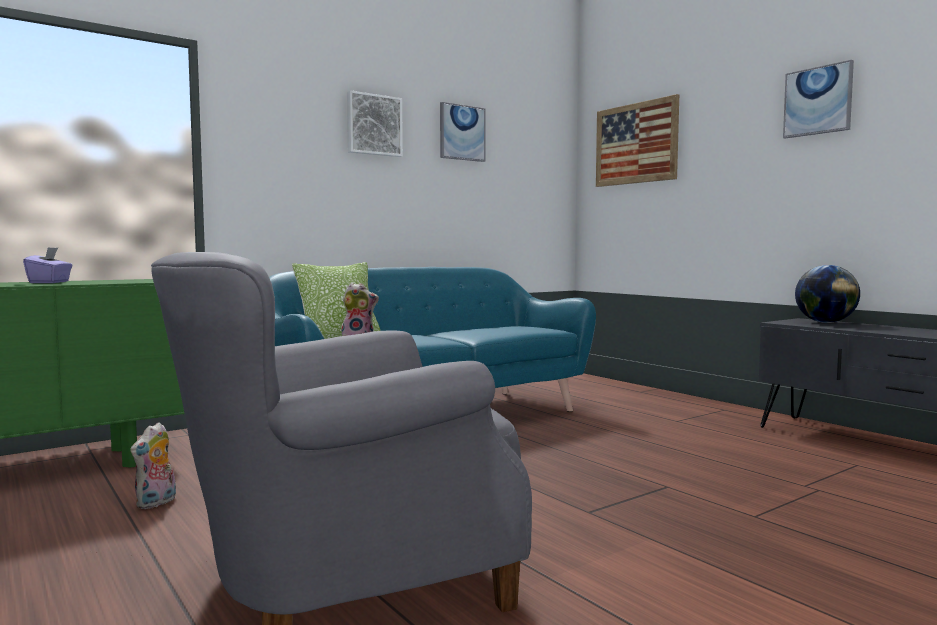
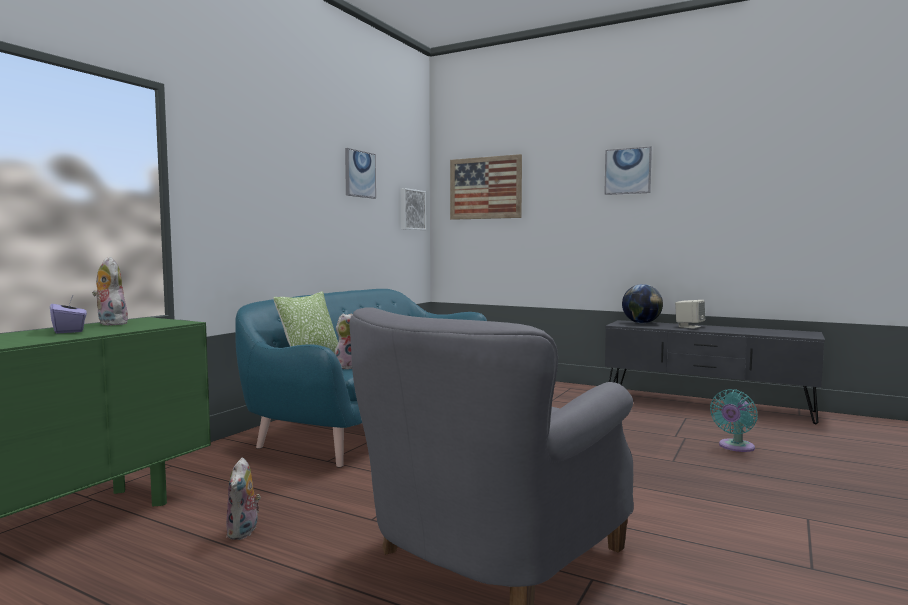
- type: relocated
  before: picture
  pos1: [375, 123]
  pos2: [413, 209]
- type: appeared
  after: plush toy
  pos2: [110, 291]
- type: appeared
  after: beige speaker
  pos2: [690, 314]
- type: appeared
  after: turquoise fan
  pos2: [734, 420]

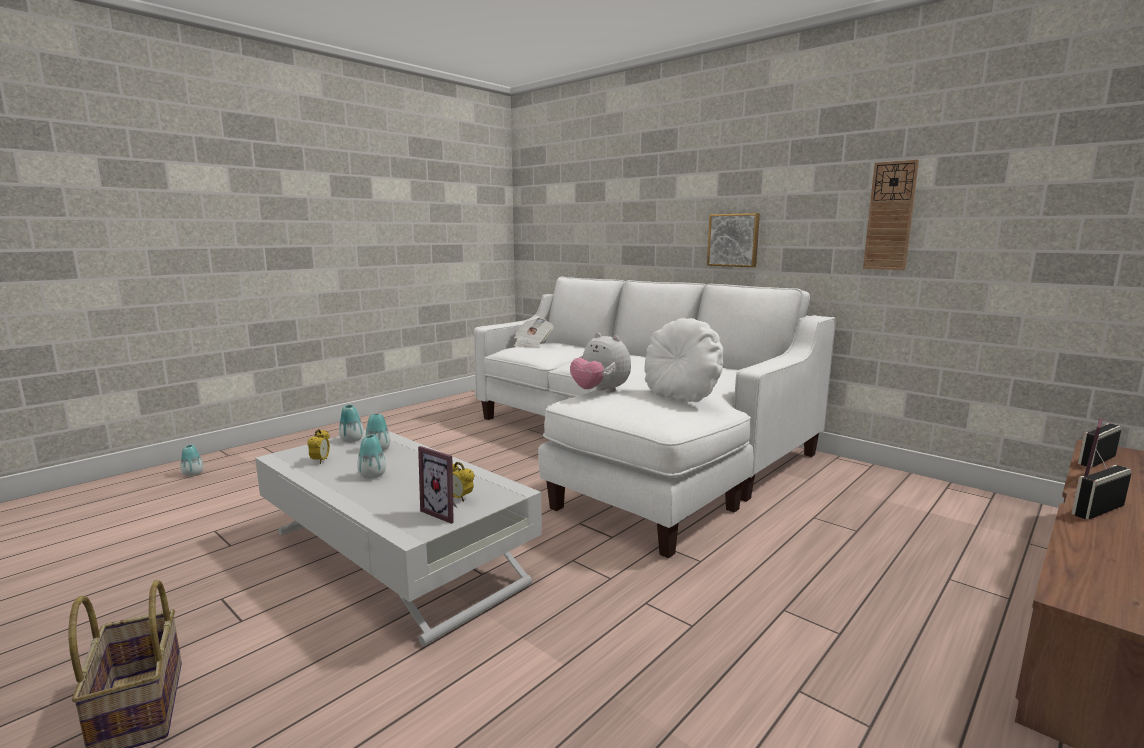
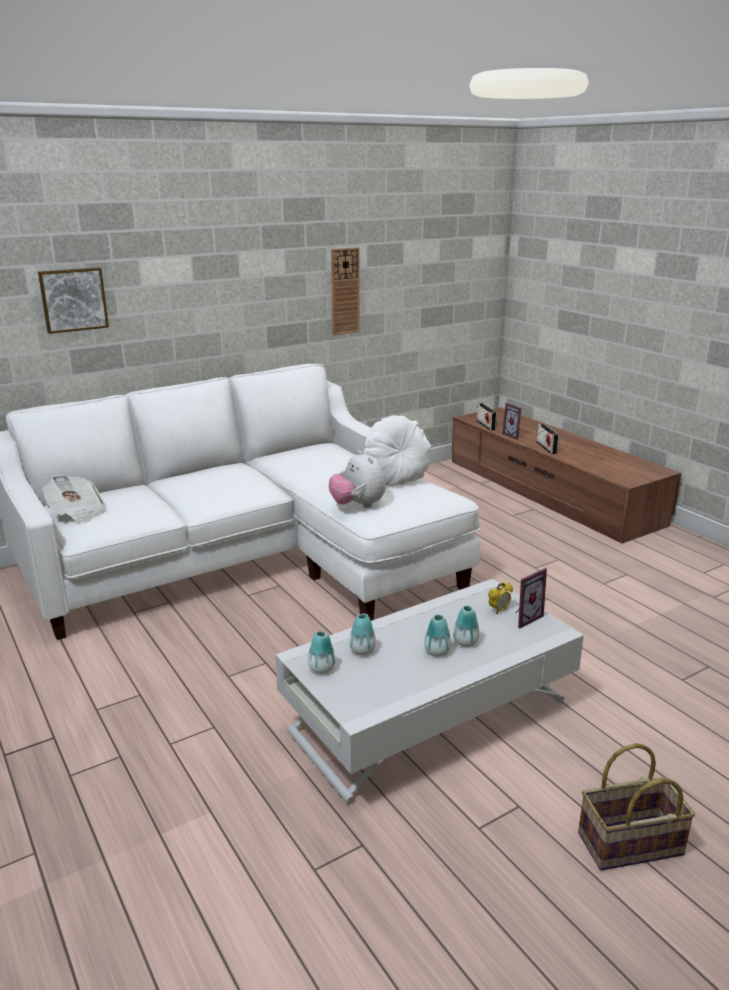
- type: relocated
  before: picture
  pos1: [733, 240]
  pos2: [73, 300]
- type: spun
  before: plush toy
  pos1: [600, 362]
  pos2: [357, 479]
  turn: 90
- type: missing
  before: alarm clock
  pos1: [318, 446]
- type: relocated
  before: vase
  pos1: [192, 460]
  pos2: [466, 626]

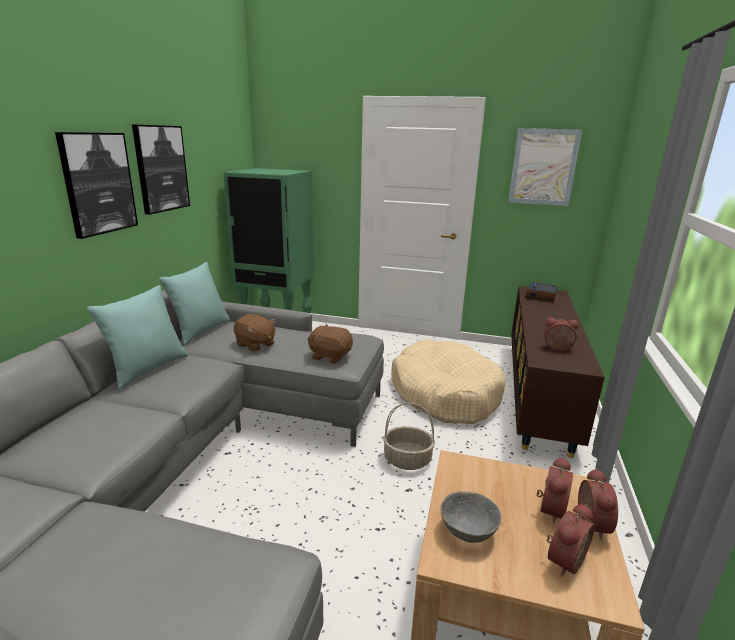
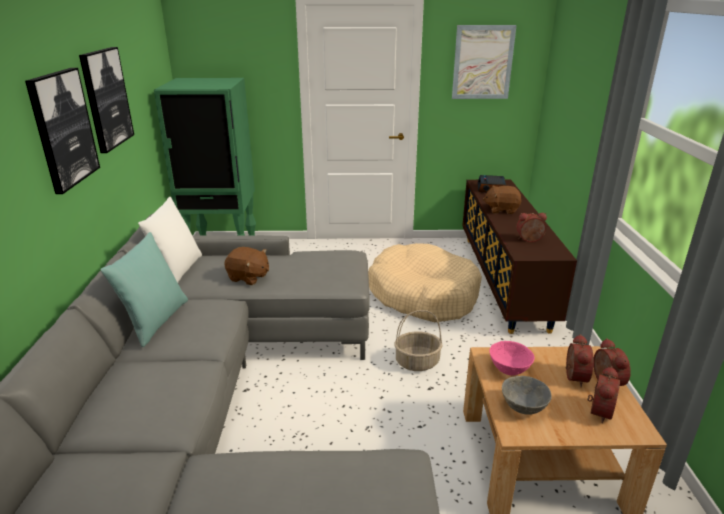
- type: colour
  before: turquoise pillow
  after: white pillow
  pos1: [194, 303]
  pos2: [170, 240]
- type: relocated
  before: brown plush toy
  pos1: [330, 344]
  pos2: [502, 199]
- type: appeared
  after: pink bowl
  pos2: [512, 358]

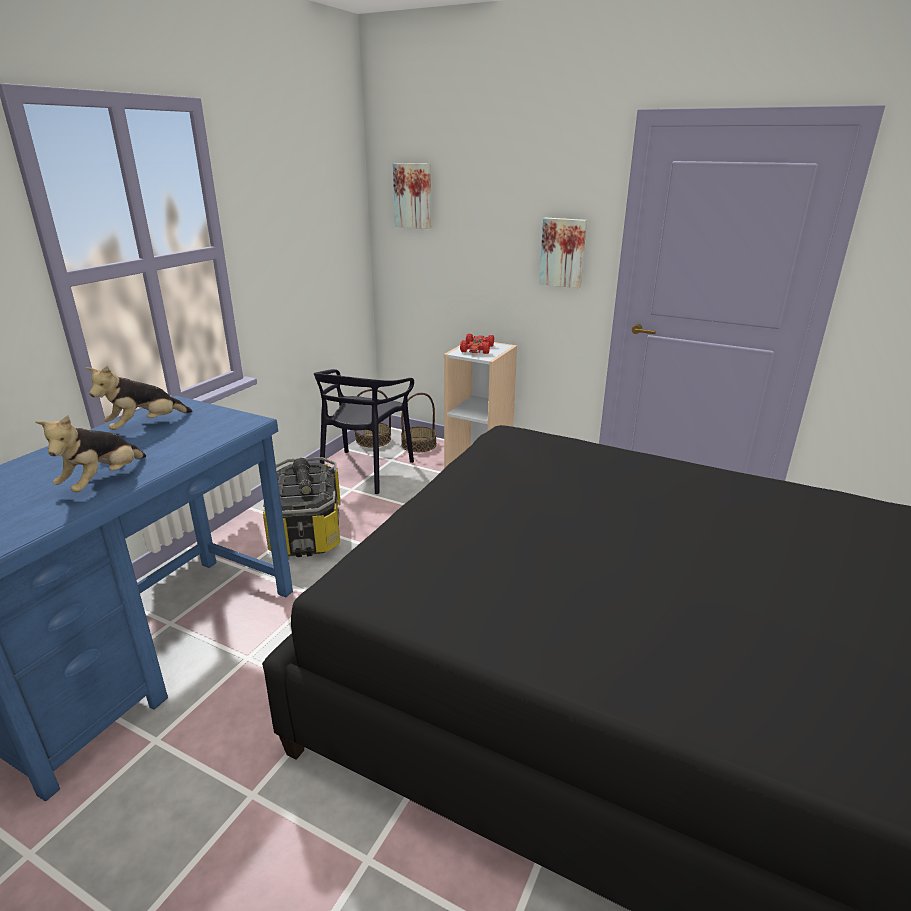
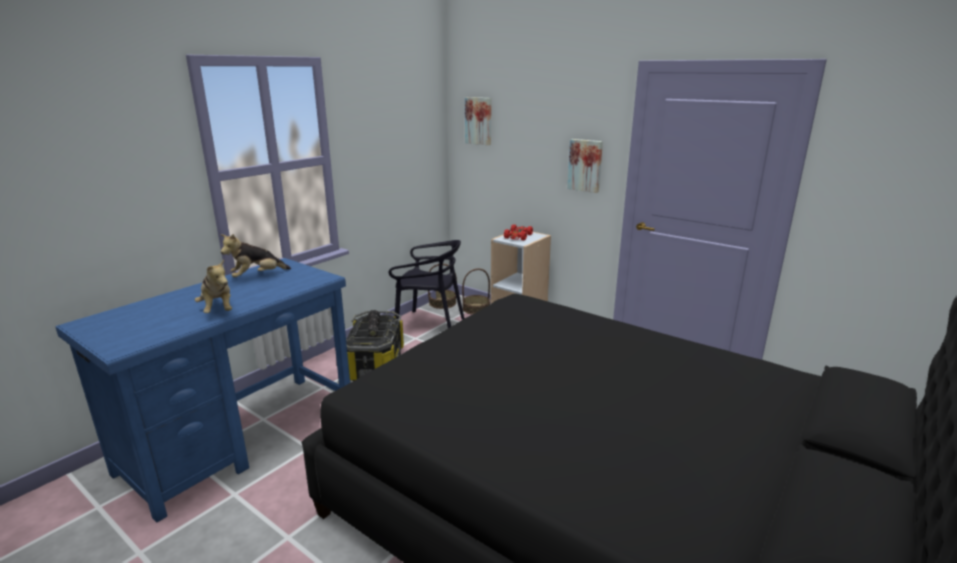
- type: spun
  before: black chair
  pos1: [364, 431]
  pos2: [426, 284]
  turn: -105
- type: spun
  before: plush toy
  pos1: [91, 453]
  pos2: [213, 286]
  turn: -60

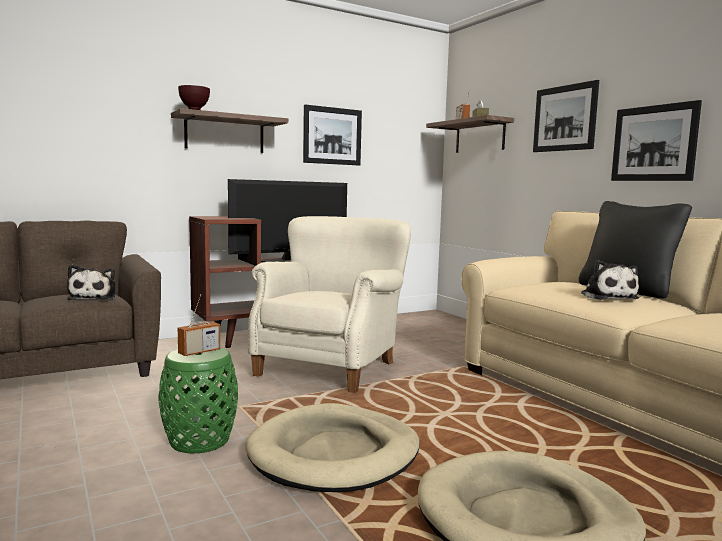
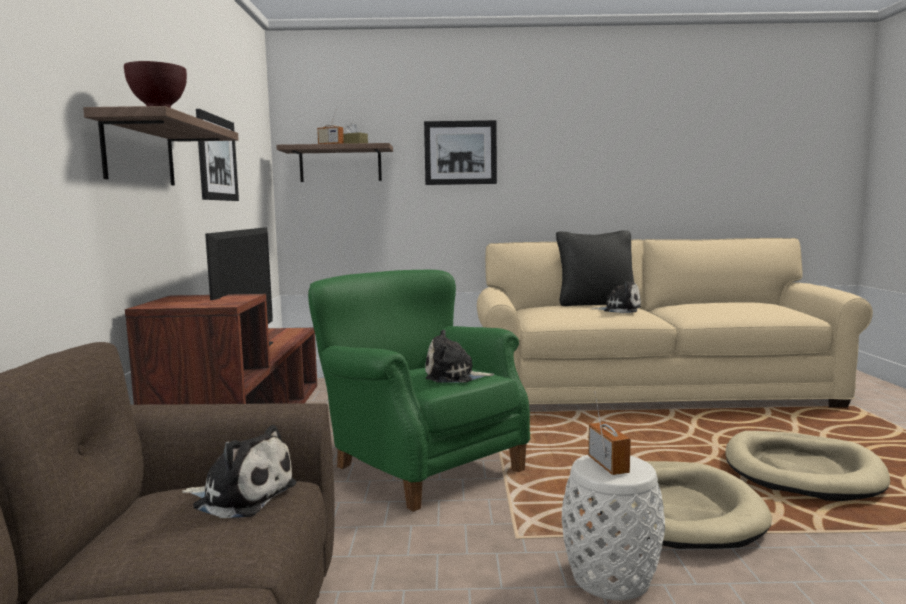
- type: missing
  before: picture
  pos1: [656, 140]
- type: colour
  before: beige armchair
  after: green armchair
  pos1: [329, 304]
  pos2: [419, 391]
- type: colour
  before: green stool
  after: white stool
  pos1: [198, 400]
  pos2: [613, 527]
- type: appeared
  after: plush toy
  pos2: [459, 356]

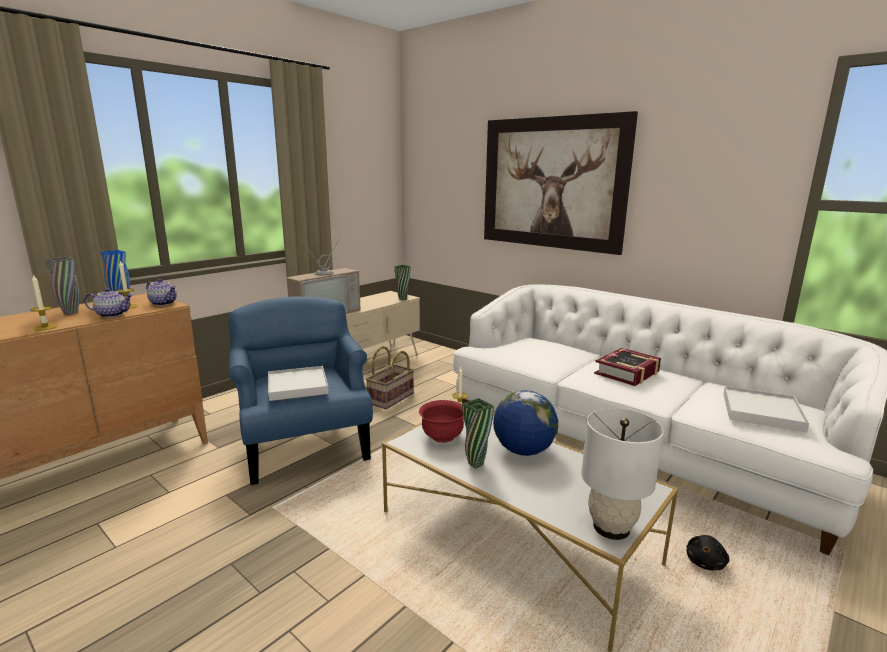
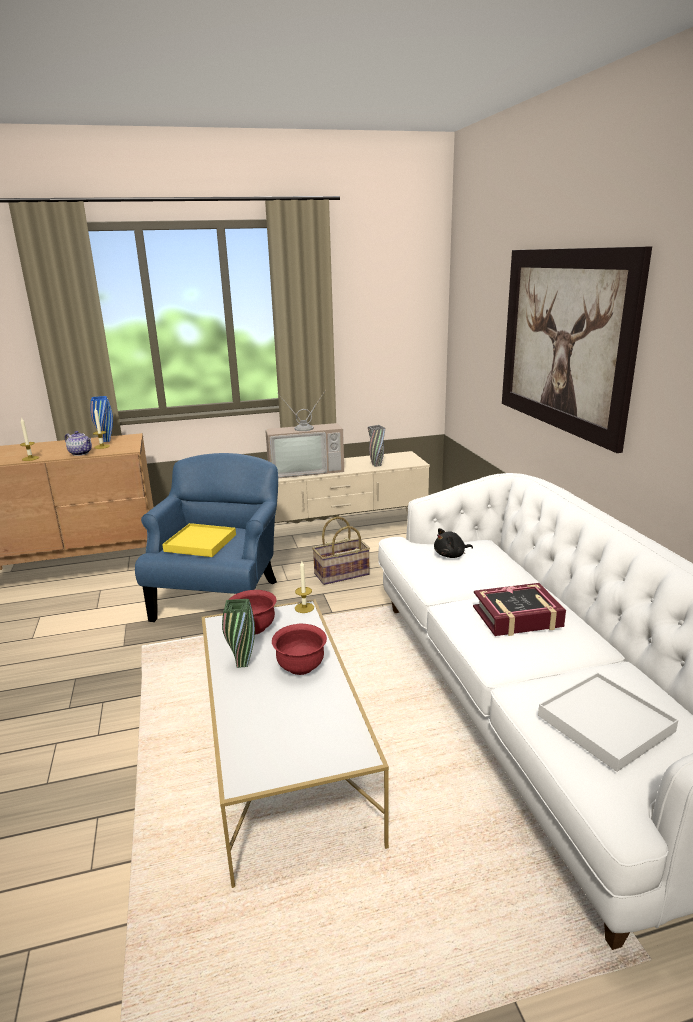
- type: relocated
  before: grey vase
  pos1: [62, 286]
  pos2: [376, 446]
- type: missing
  before: green vase
  pos1: [402, 282]
- type: missing
  before: teapot
  pos1: [161, 292]
- type: colour
  before: white tray
  after: yellow tray
  pos1: [298, 383]
  pos2: [199, 540]
- type: exchanged
  before: globe
  after: red bowl
  pos1: [525, 423]
  pos2: [299, 649]
- type: missing
  before: white table lamp
  pos1: [622, 474]
- type: relocated
  before: black plush toy
  pos1: [707, 552]
  pos2: [453, 543]

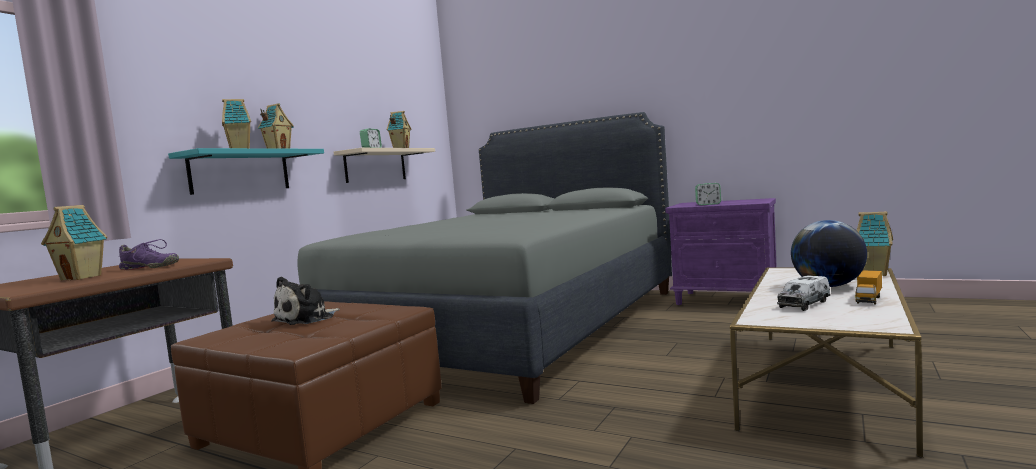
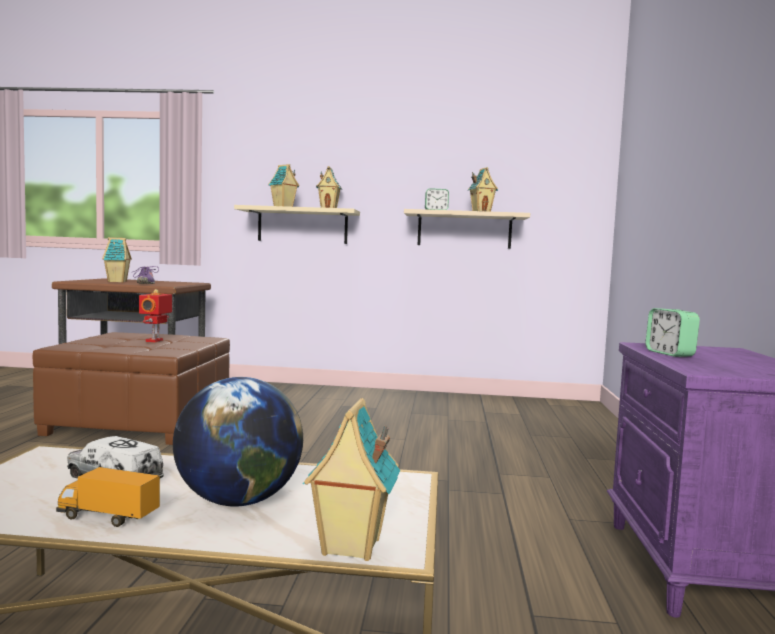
- type: missing
  before: grey bed
  pos1: [484, 258]
- type: colour
  before: turquoise shelf
  after: beige shelf
  pos1: [246, 171]
  pos2: [297, 224]
- type: exchanged
  before: plush toy
  after: toy robot
  pos1: [305, 300]
  pos2: [155, 315]

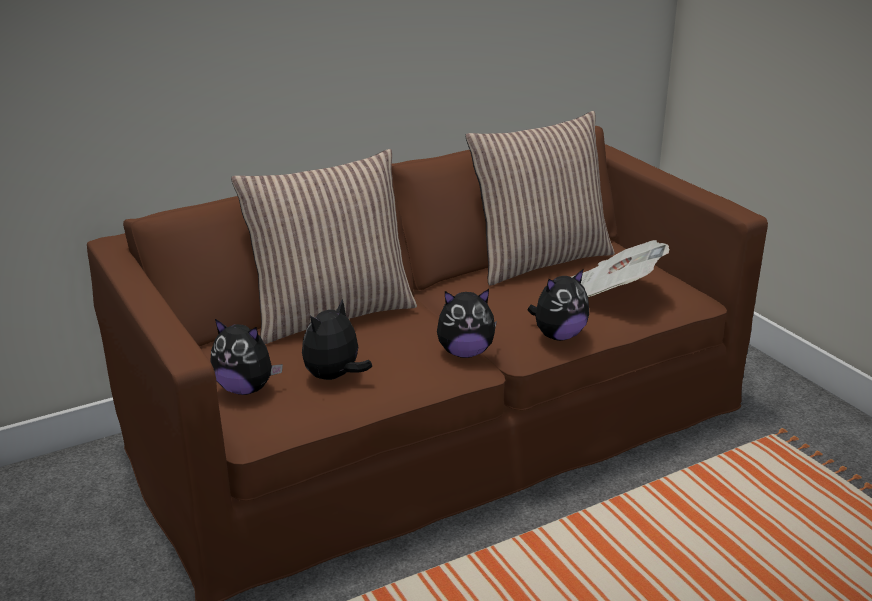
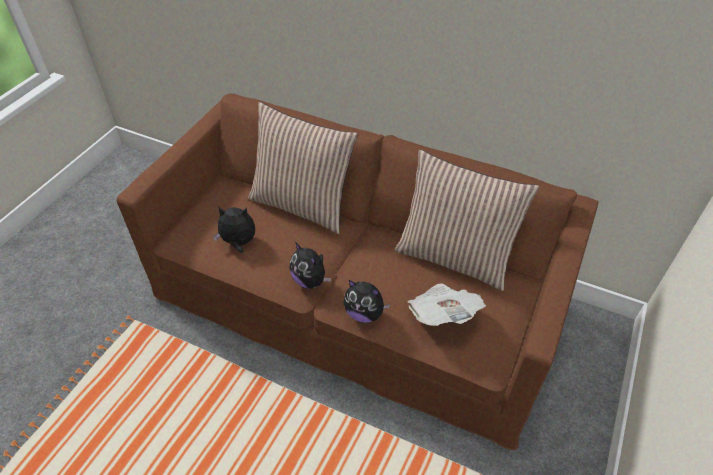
- type: missing
  before: plush toy
  pos1: [246, 357]

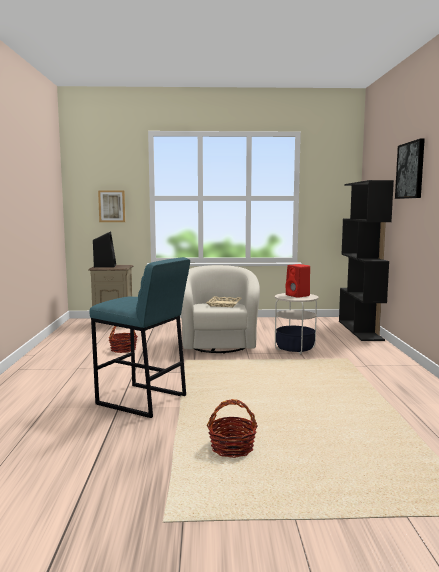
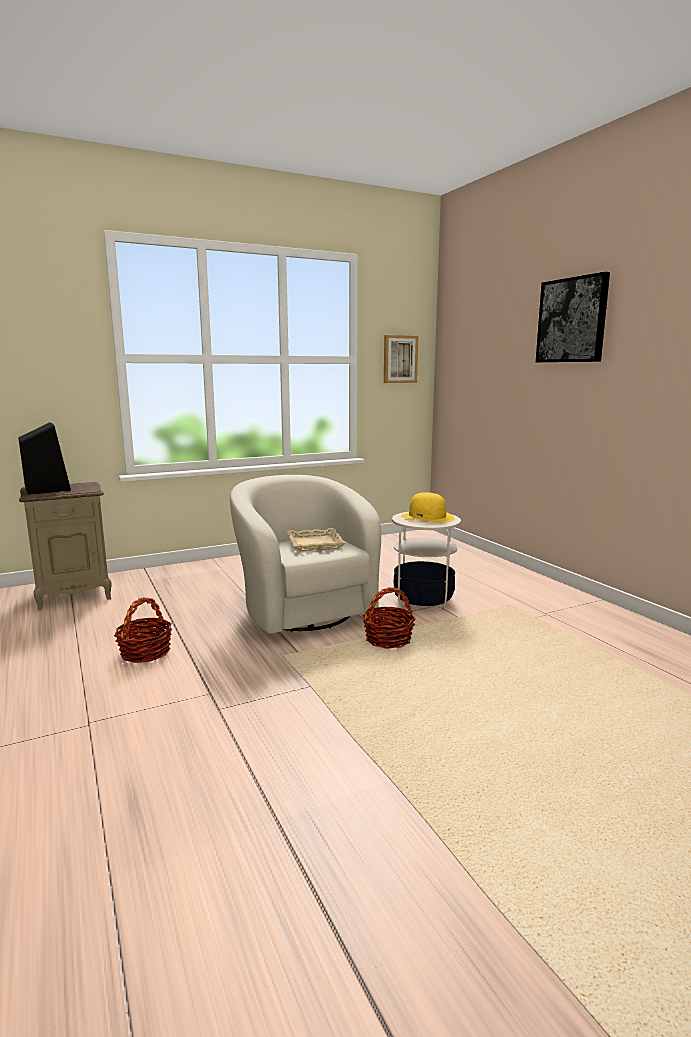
- type: missing
  before: black bookcase
  pos1: [366, 260]
- type: relocated
  before: picture
  pos1: [111, 206]
  pos2: [401, 359]
- type: missing
  before: turquoise stool
  pos1: [139, 337]
- type: exchanged
  before: red speaker
  after: yellow hat
  pos1: [297, 281]
  pos2: [428, 507]
- type: relocated
  before: basket
  pos1: [232, 428]
  pos2: [389, 618]

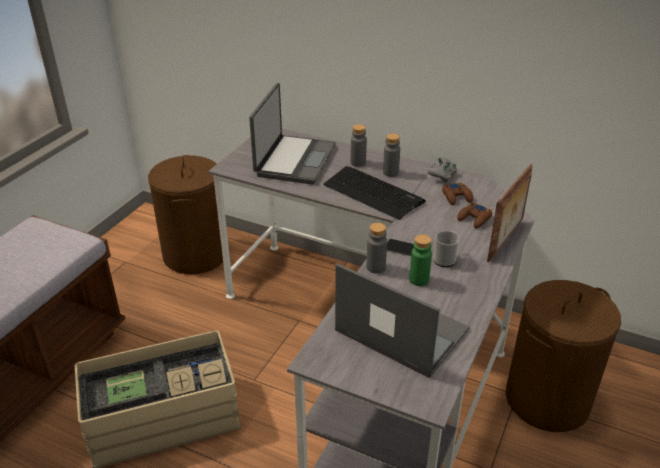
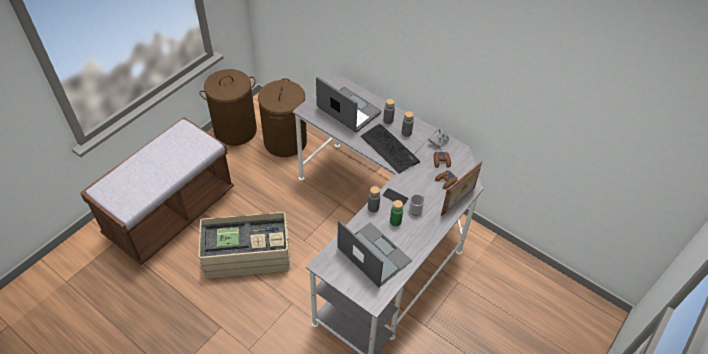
- type: spun
  before: laptop
  pos1: [292, 134]
  pos2: [348, 105]
  turn: -75
- type: relocated
  before: brown laundry basket
  pos1: [563, 356]
  pos2: [228, 107]

